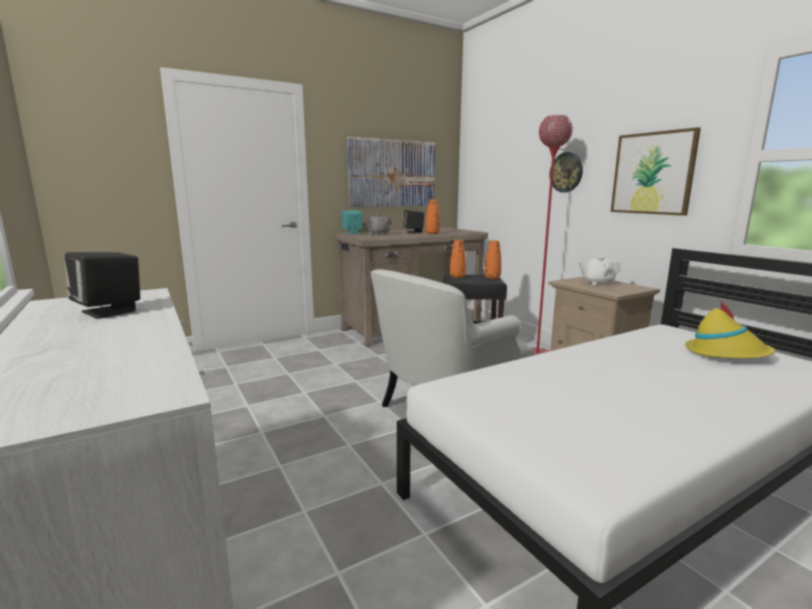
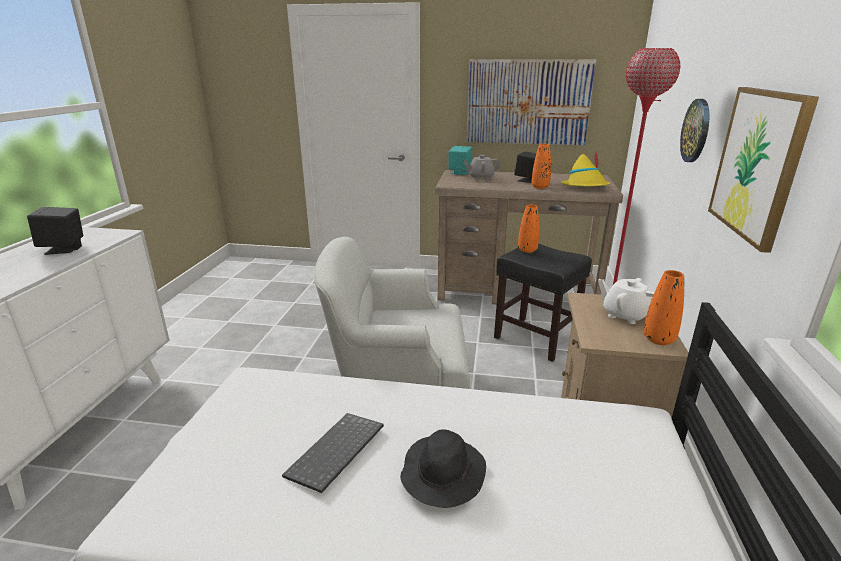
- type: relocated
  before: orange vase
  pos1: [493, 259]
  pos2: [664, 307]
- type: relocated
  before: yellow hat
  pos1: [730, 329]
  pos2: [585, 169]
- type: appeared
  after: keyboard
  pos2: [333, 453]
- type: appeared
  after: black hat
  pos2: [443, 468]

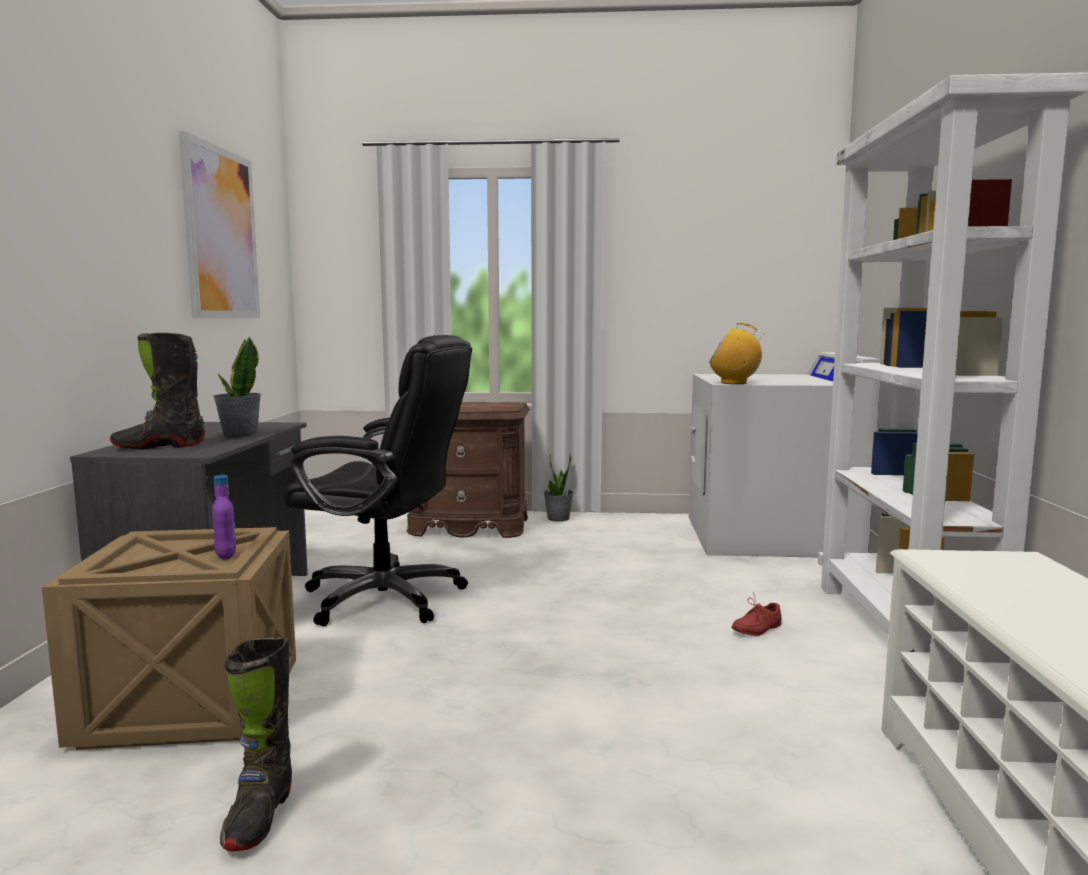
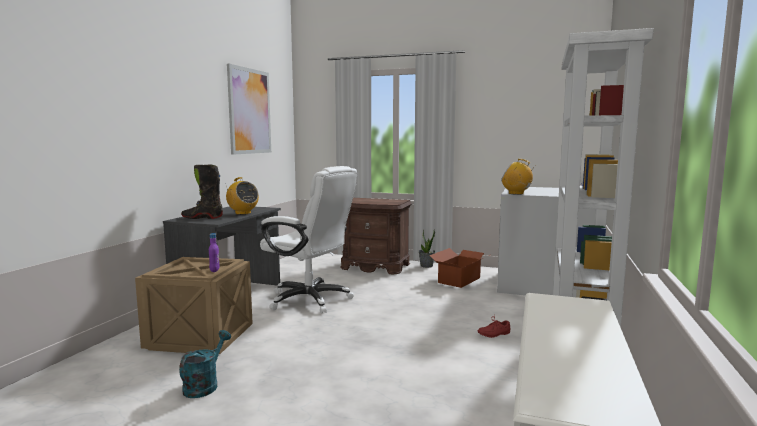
- type: colour
  before: black office chair
  after: white office chair
  pos1: [378, 480]
  pos2: [308, 240]
- type: exchanged
  before: potted plant
  after: radio
  pos1: [237, 386]
  pos2: [242, 196]
- type: exchanged
  before: black boot
  after: turquoise watering can
  pos1: [256, 744]
  pos2: [205, 364]
- type: appeared
  after: cardboard box
  pos2: [459, 268]

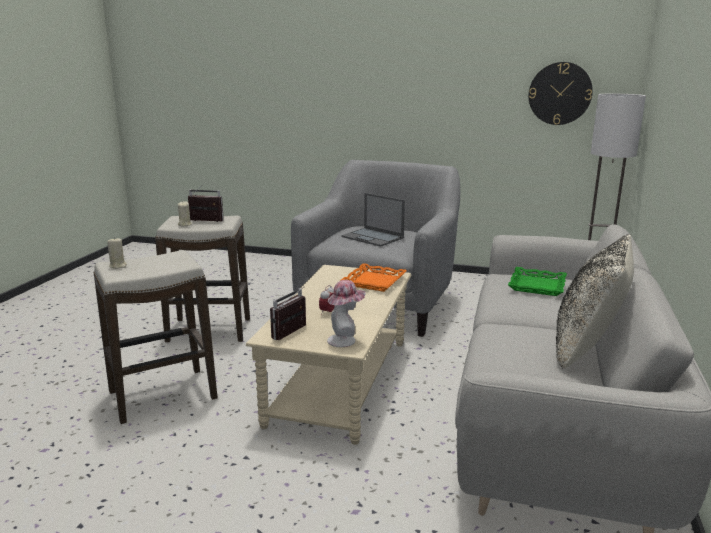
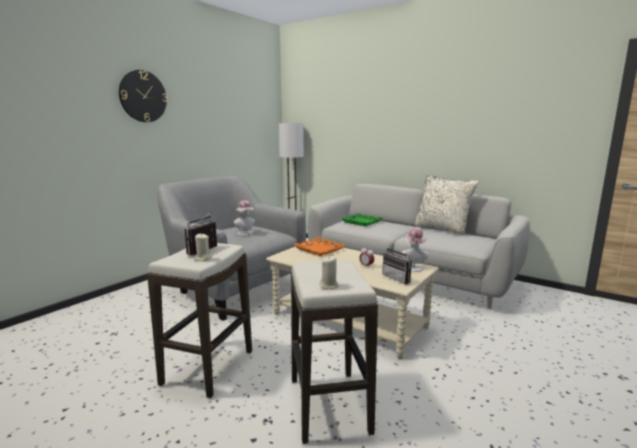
- type: relocated
  before: wall clock
  pos1: [561, 93]
  pos2: [143, 96]
- type: exchanged
  before: laptop
  after: hat
  pos1: [373, 220]
  pos2: [244, 217]

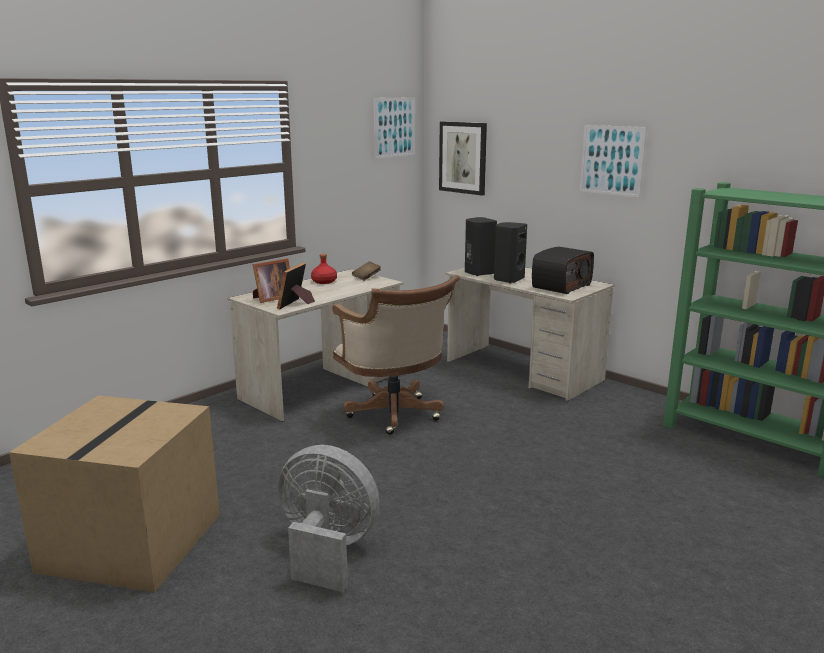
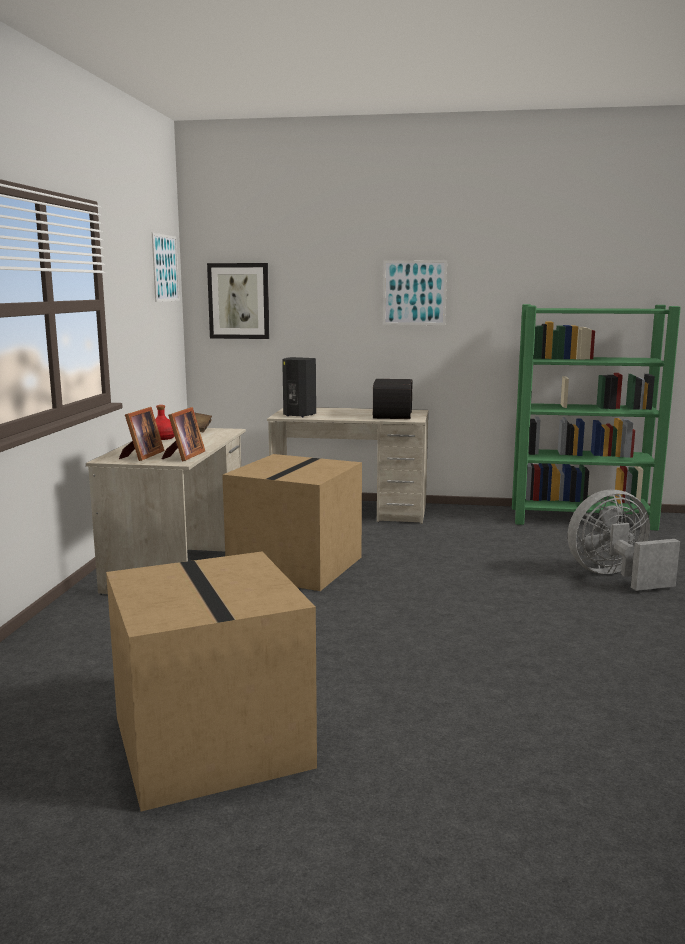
- type: missing
  before: black speaker
  pos1: [510, 252]
- type: spun
  before: picture frame
  pos1: [296, 286]
  pos2: [183, 434]
  turn: -150
- type: exchanged
  before: office chair
  after: cardboard box
  pos1: [396, 355]
  pos2: [292, 522]
- type: relocated
  before: grey fan
  pos1: [328, 518]
  pos2: [624, 540]

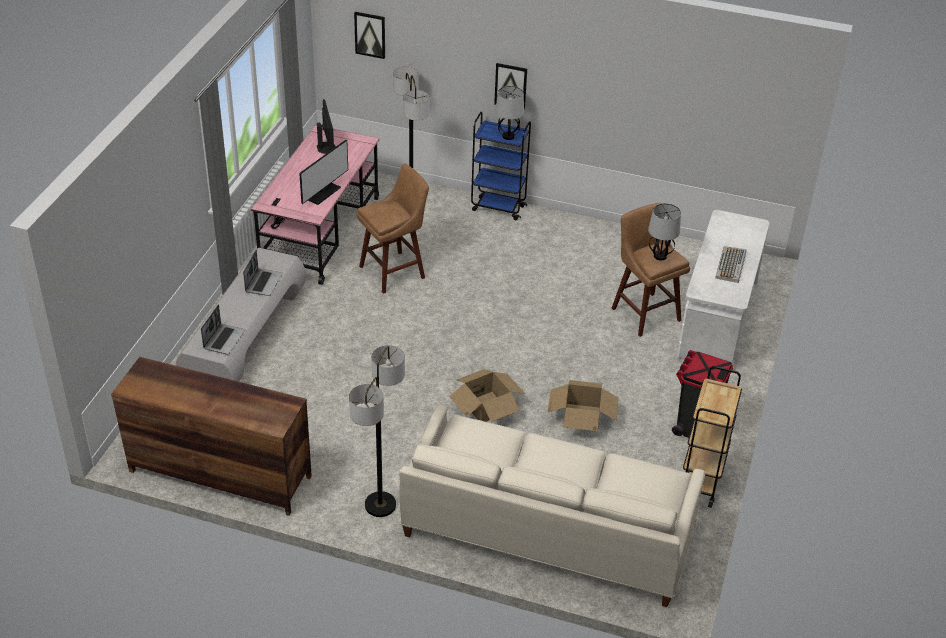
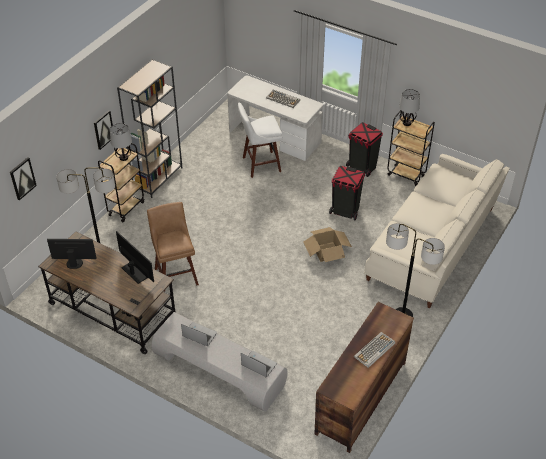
- type: colour
  before: blue cart
  after: brown cart
  pos1: [501, 166]
  pos2: [121, 182]
- type: colour
  before: pink desk
  after: brown desk
  pos1: [315, 205]
  pos2: [107, 292]
- type: colour
  before: brown stool
  after: white stool
  pos1: [651, 270]
  pos2: [260, 140]
- type: relocated
  before: table lamp
  pos1: [664, 231]
  pos2: [409, 107]
- type: exchanged
  before: cardboard box
  after: black trash can
  pos1: [583, 405]
  pos2: [347, 193]
- type: appeared
  after: bookcase
  pos2: [150, 128]
- type: appeared
  after: keyboard
  pos2: [374, 350]

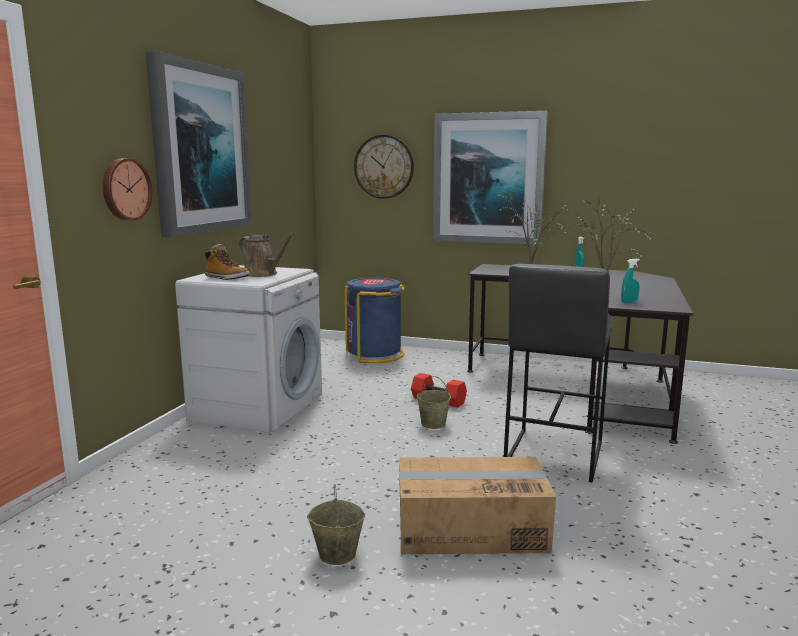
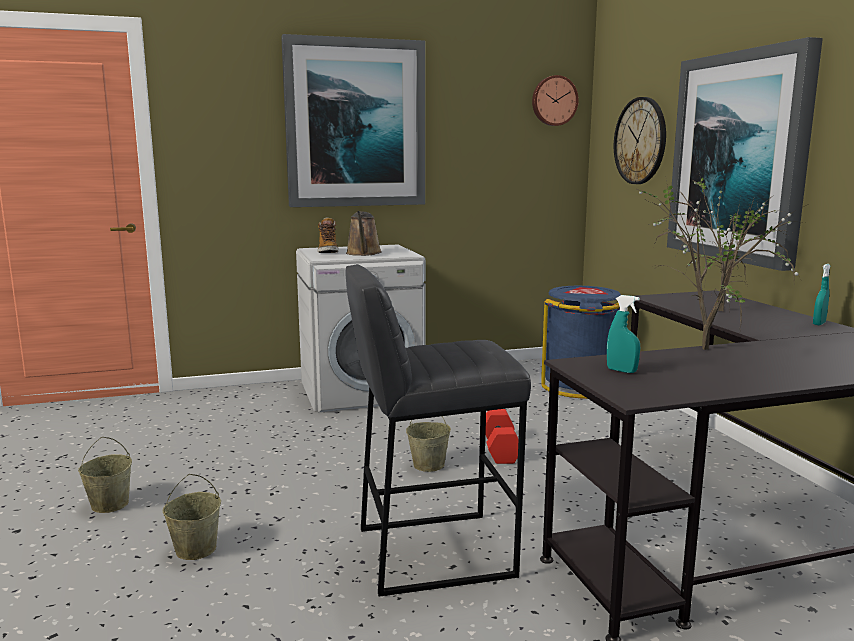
- type: relocated
  before: wall clock
  pos1: [128, 189]
  pos2: [555, 100]
- type: exchanged
  before: cardboard box
  after: beige bucket
  pos1: [477, 505]
  pos2: [192, 517]

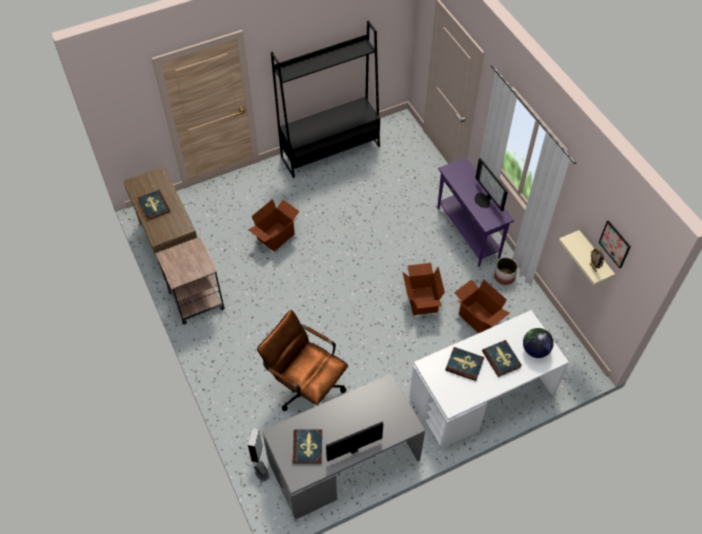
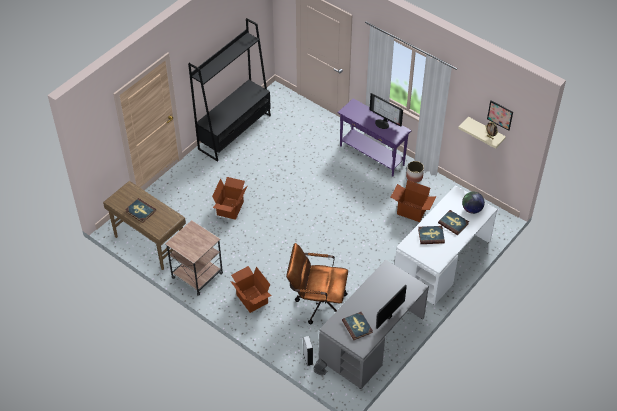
- type: relocated
  before: cardboard box
  pos1: [424, 289]
  pos2: [251, 289]

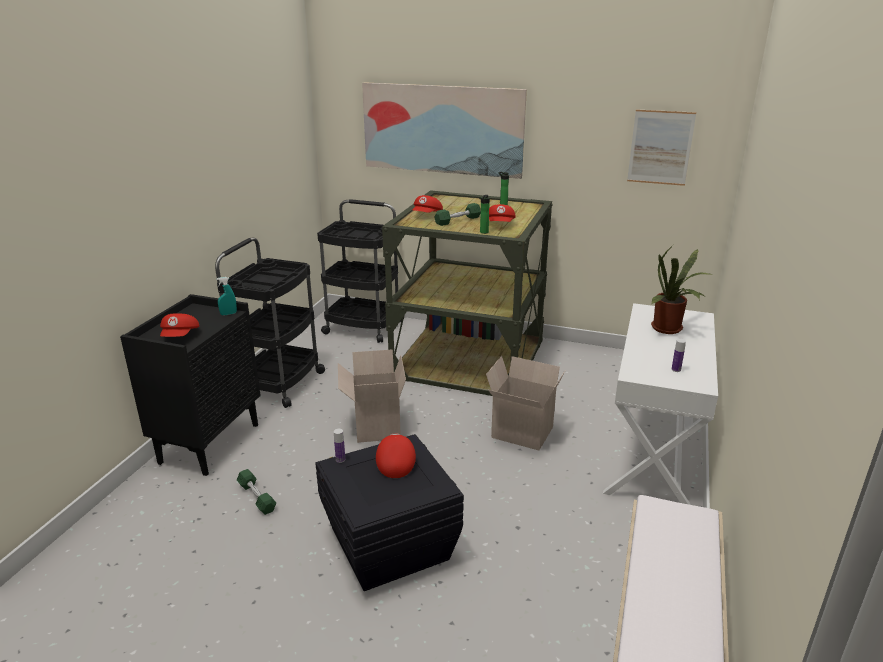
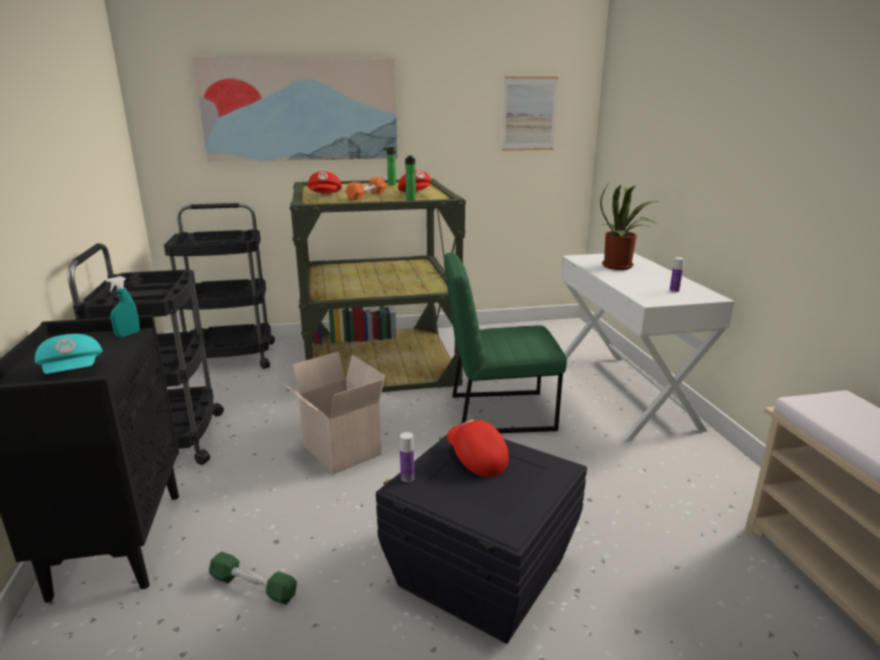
- type: colour
  before: green dumbbell
  after: orange dumbbell
  pos1: [457, 214]
  pos2: [366, 188]
- type: colour
  before: red cap
  after: turquoise cap
  pos1: [179, 325]
  pos2: [69, 354]
- type: exchanged
  before: cardboard box
  after: green chair
  pos1: [526, 403]
  pos2: [505, 342]

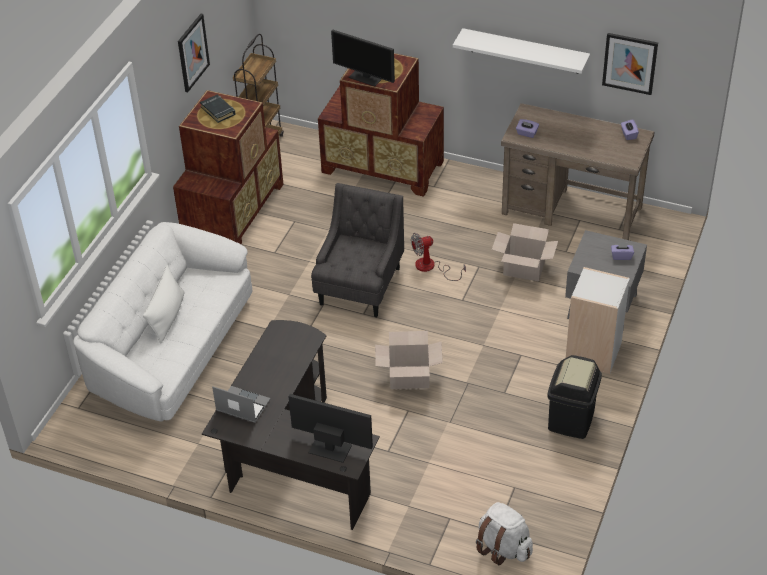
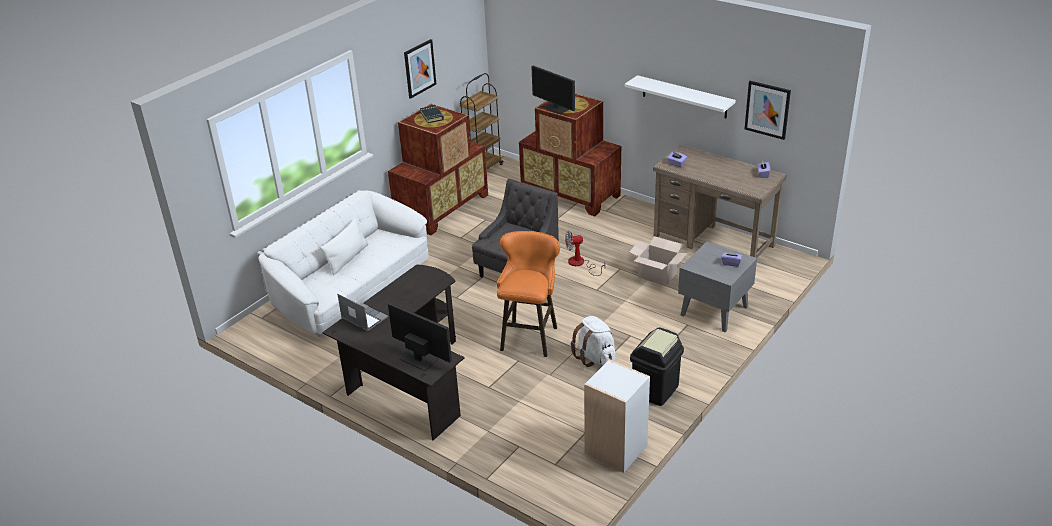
- type: relocated
  before: bookcase
  pos1: [598, 320]
  pos2: [617, 416]
- type: exchanged
  before: cardboard box
  after: orange stool
  pos1: [409, 360]
  pos2: [528, 294]
- type: relocated
  before: white backpack
  pos1: [504, 533]
  pos2: [593, 341]

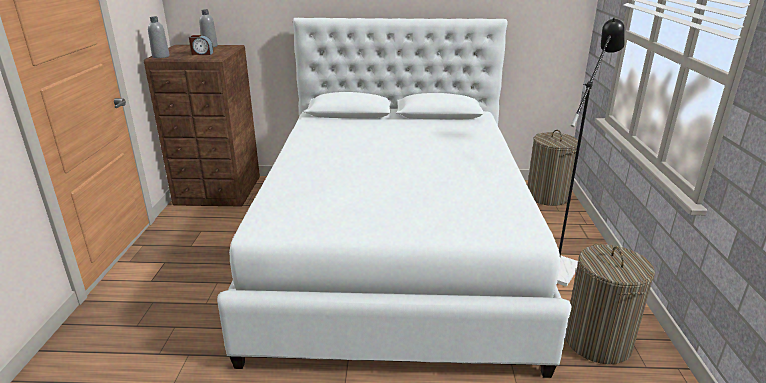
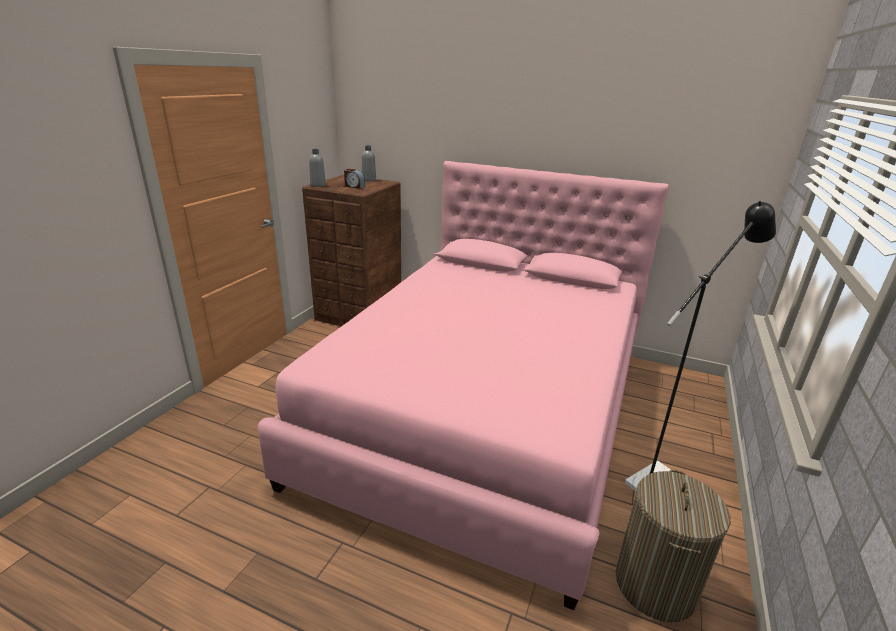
- type: colour
  before: white bed
  after: pink bed
  pos1: [394, 198]
  pos2: [463, 385]
- type: missing
  before: laundry basket
  pos1: [552, 168]

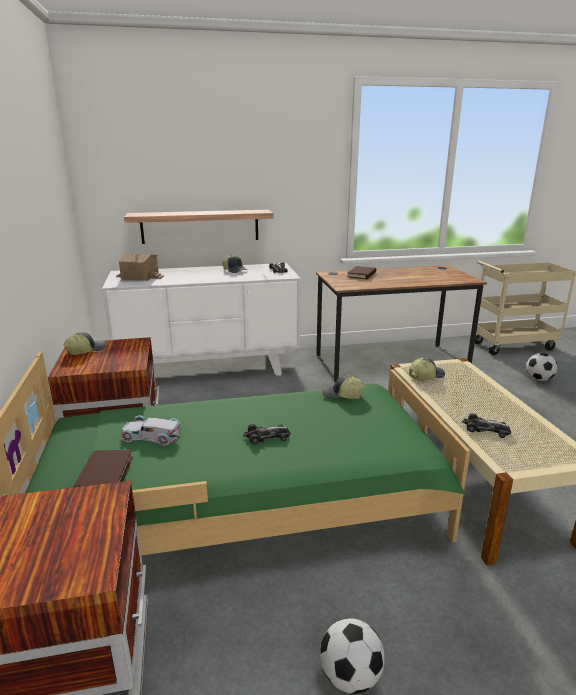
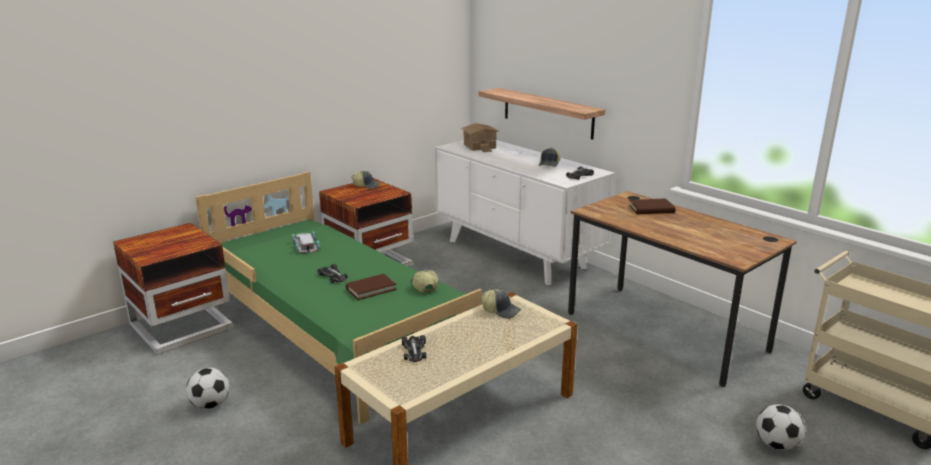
- type: relocated
  before: brown book
  pos1: [103, 468]
  pos2: [371, 287]

